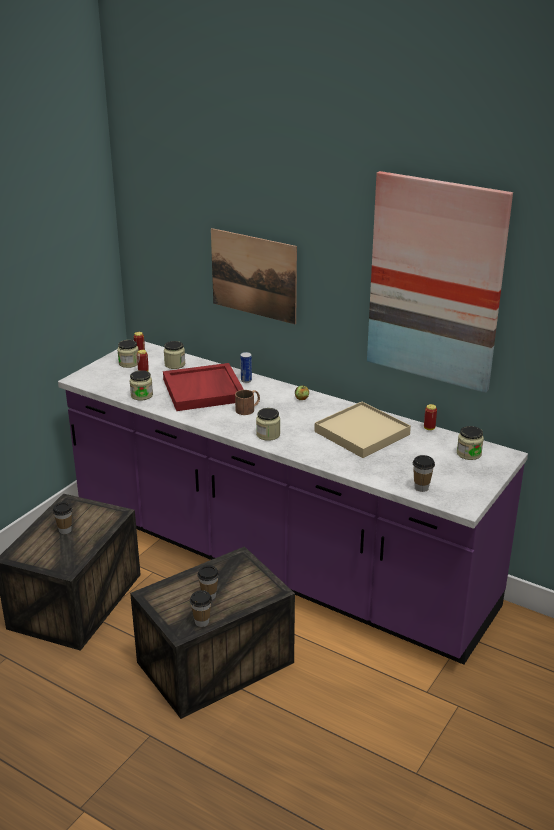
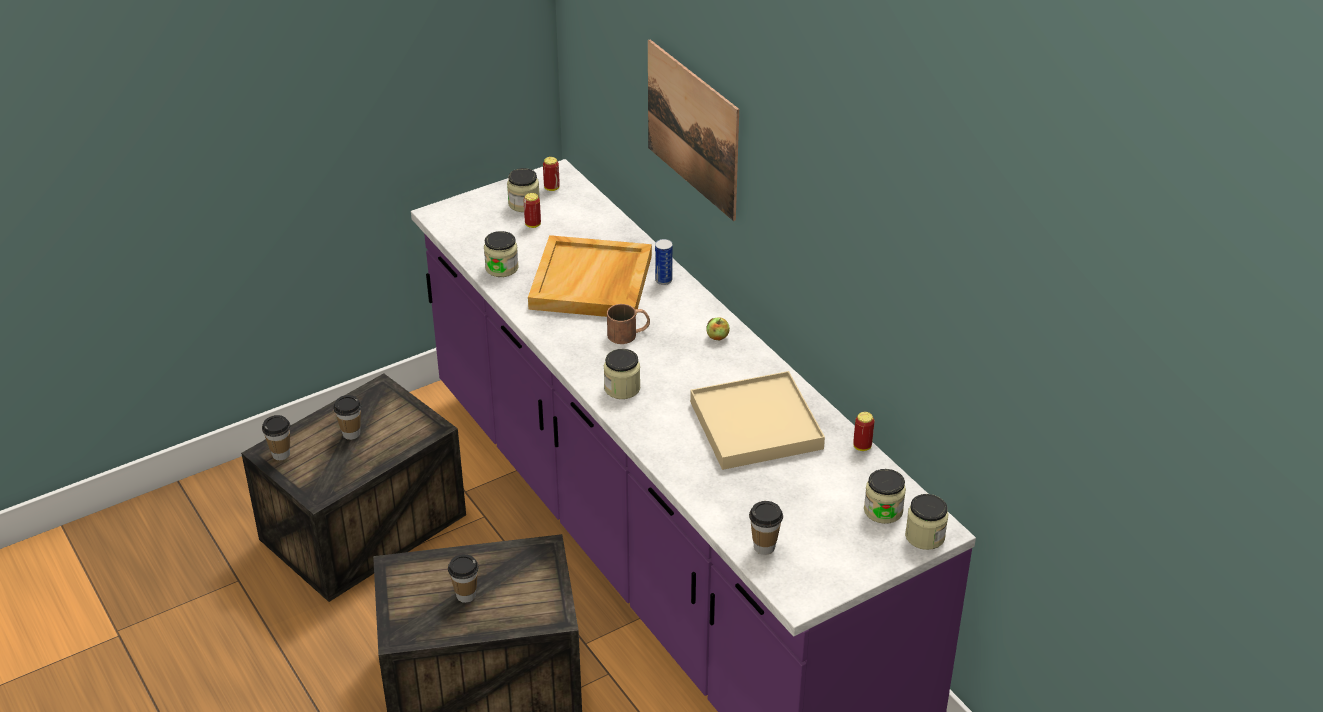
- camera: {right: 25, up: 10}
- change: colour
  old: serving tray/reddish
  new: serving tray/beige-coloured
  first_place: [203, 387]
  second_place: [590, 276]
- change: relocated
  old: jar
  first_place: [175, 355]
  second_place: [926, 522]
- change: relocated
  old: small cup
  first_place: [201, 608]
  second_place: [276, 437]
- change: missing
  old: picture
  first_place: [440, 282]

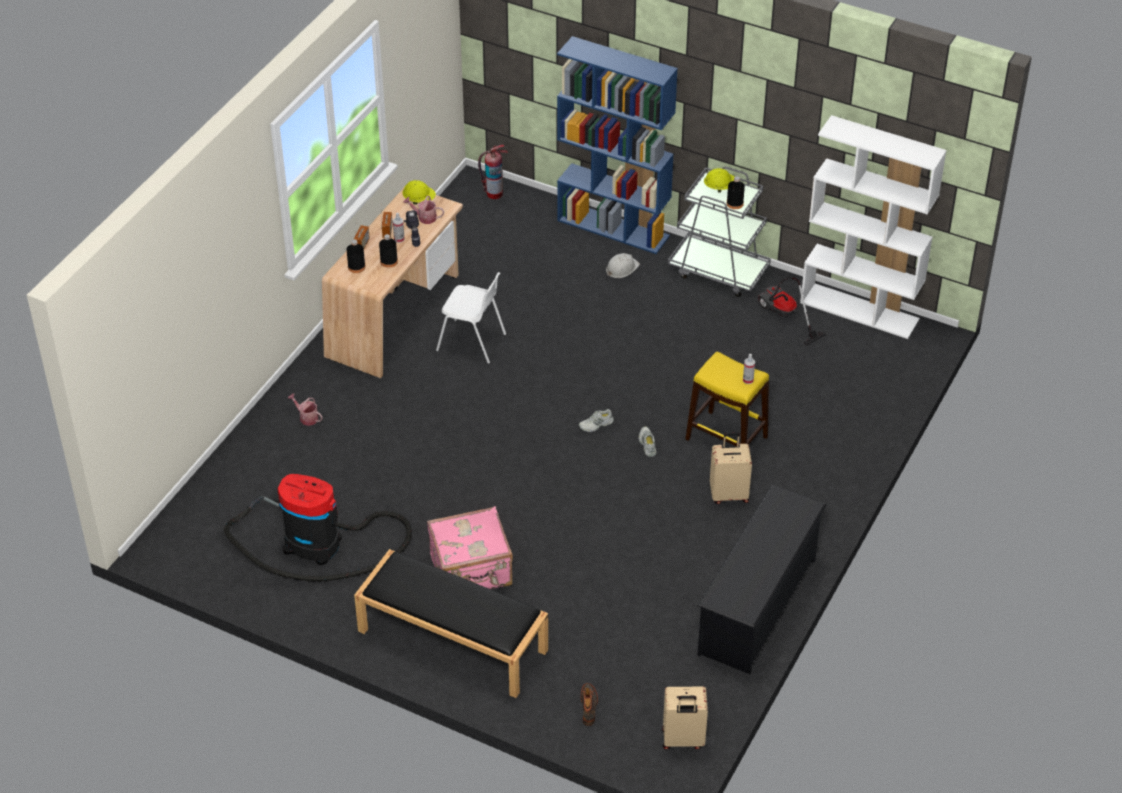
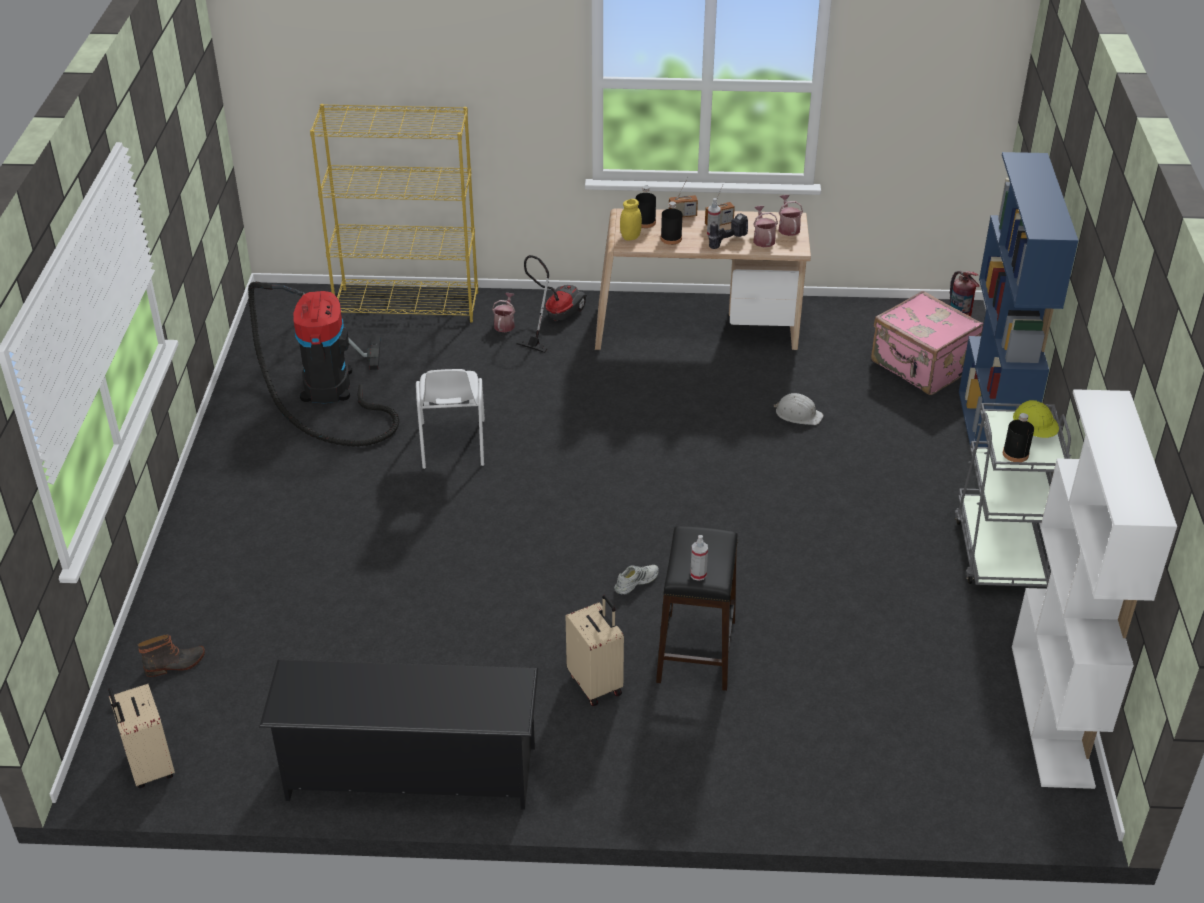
- camera: {right: 65, up: -5}
- change: missing
  old: long seat/black-coloured
  first_place: [451, 623]
- change: exchanged
  old: hard hat/yellow-coloured
  new: watering pot
  first_place: [419, 192]
  second_place: [790, 215]
- change: relocated
  old: travel case/pink-coloured
  first_place: [470, 547]
  second_place: [927, 343]
- change: relocated
  old: upright chair/white-coloured
  first_place: [471, 318]
  second_place: [450, 419]
- change: missing
  old: item of footwear/white-coloured
  first_place: [596, 420]
- change: relocated
  old: hard hat/white-coloured
  first_place: [623, 265]
  second_place: [799, 409]
- change: colour
  old: stool/yellow-coloured
  new: stool/black-coloured
  first_place: [727, 399]
  second_place: [697, 608]
- change: relocated
  old: hoover
  first_place: [792, 311]
  second_place: [552, 304]
- change: appeared
  new: bookcase/yellow-coloured
  second_place: [394, 213]
- change: appeared
  new: jar/yellow-coloured
  second_place: [631, 220]

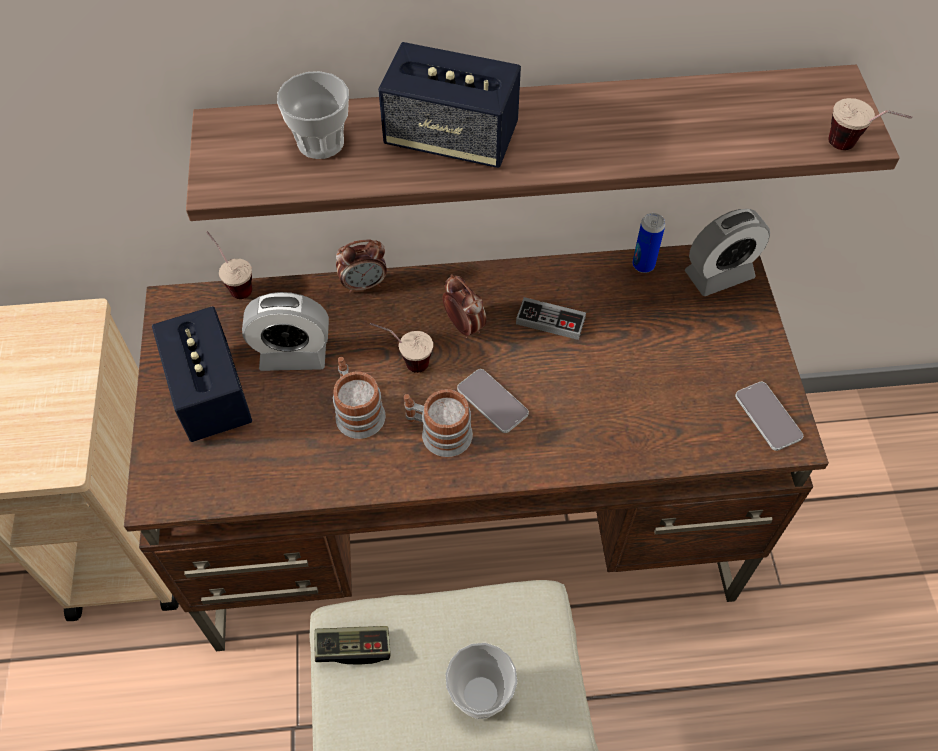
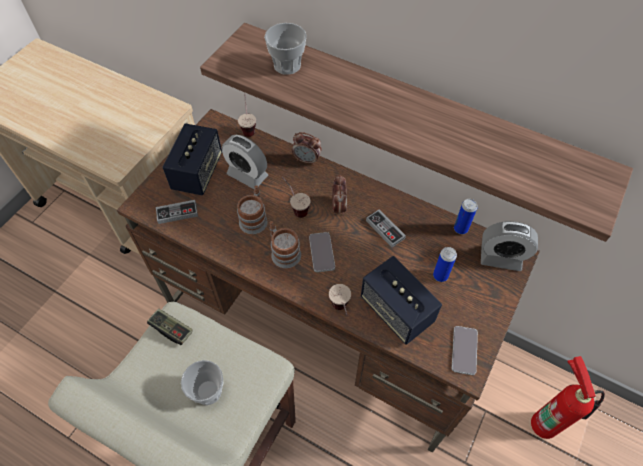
- camera: {right: 35, up: 0}
- change: relocated
  old: loudspeaker
  first_place: [449, 105]
  second_place: [401, 300]
- change: relocated
  old: small cup
  first_place: [870, 124]
  second_place: [340, 299]
- change: appeared
  new: joypad
  second_place: [177, 212]
- change: appeared
  new: can
  second_place: [445, 264]
- change: appeared
  new: extinguisher
  second_place: [568, 397]

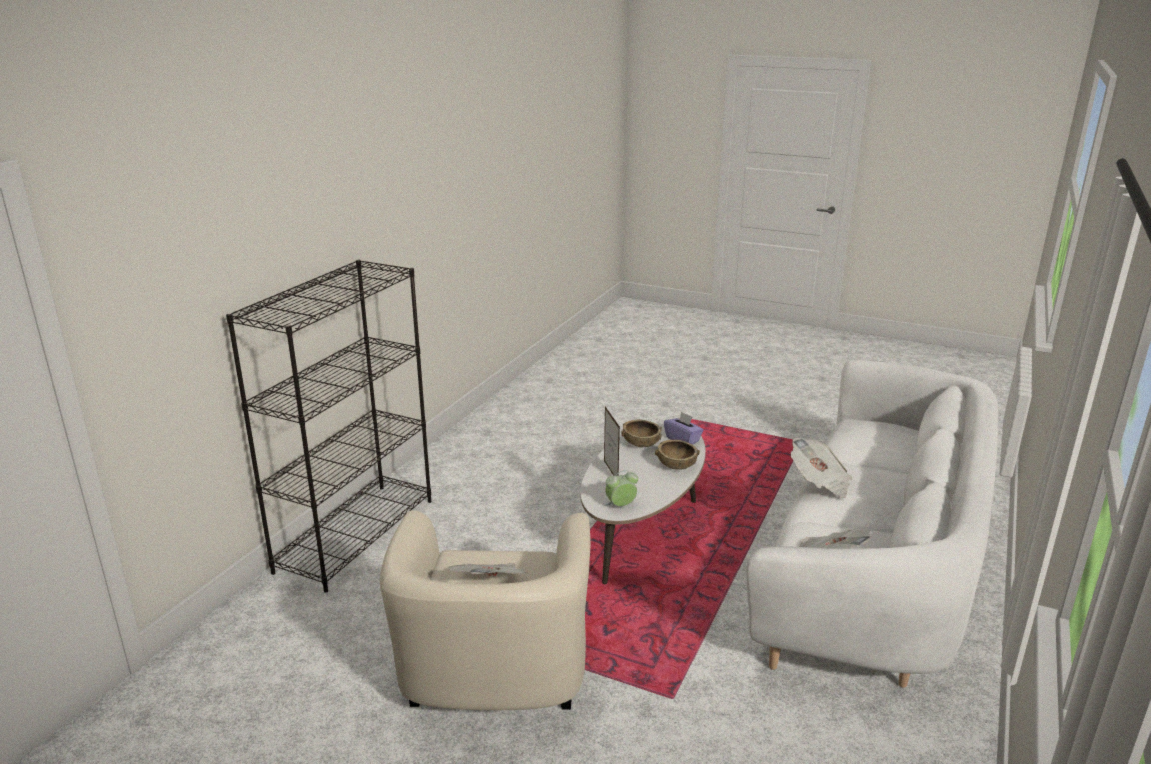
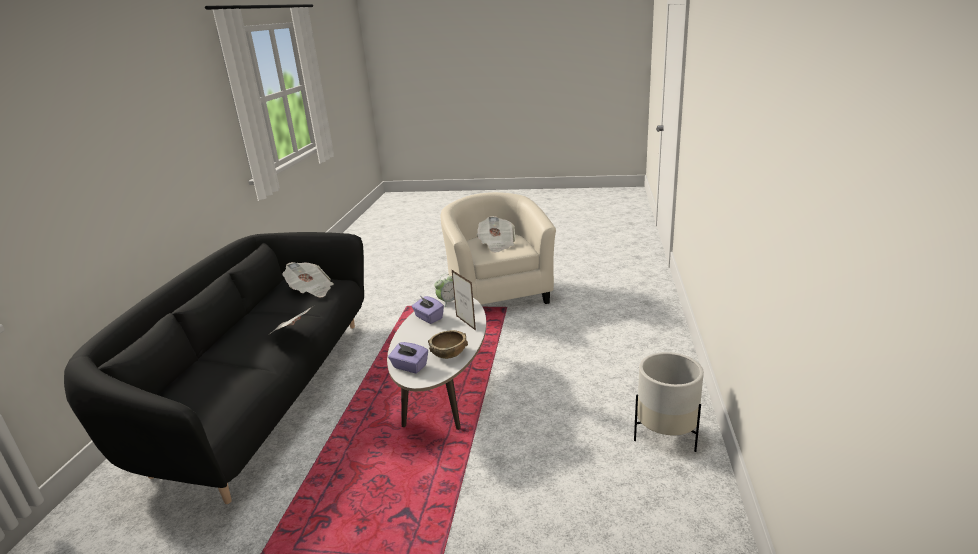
- camera: {right: 165, up: 0}
- change: missing
  old: bookcase/black-coloured
  first_place: [328, 426]
- change: missing
  old: bowl/brown
  first_place: [677, 455]
- change: colour
  old: couch/white-coloured
  new: couch/black-coloured
  first_place: [872, 524]
  second_place: [214, 368]
- change: appeared
  new: tissue box/purplish
  second_place: [428, 310]
- change: appeared
  new: planter/white-coloured
  second_place: [669, 402]

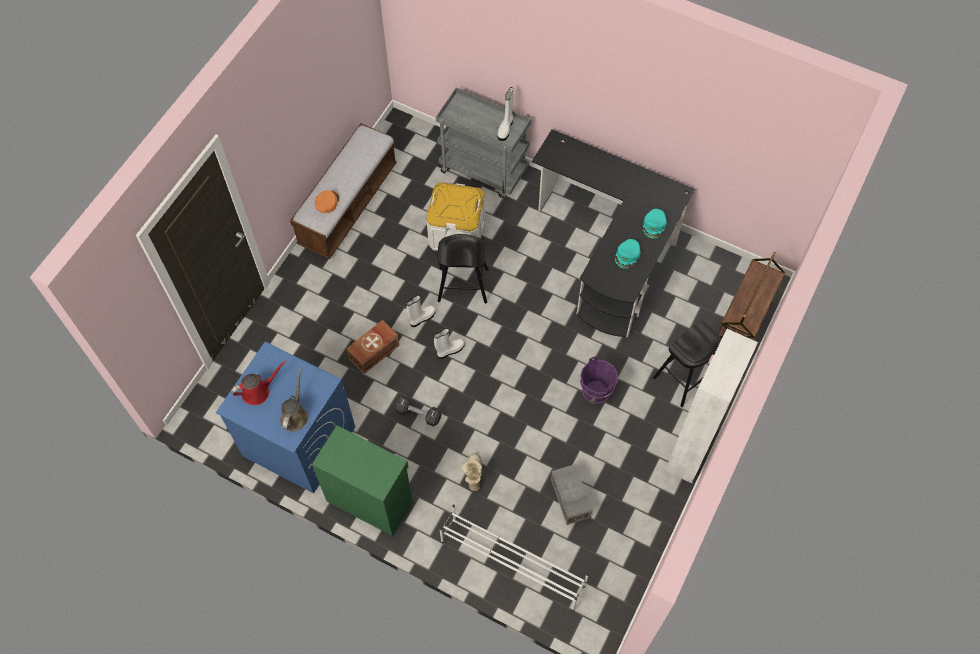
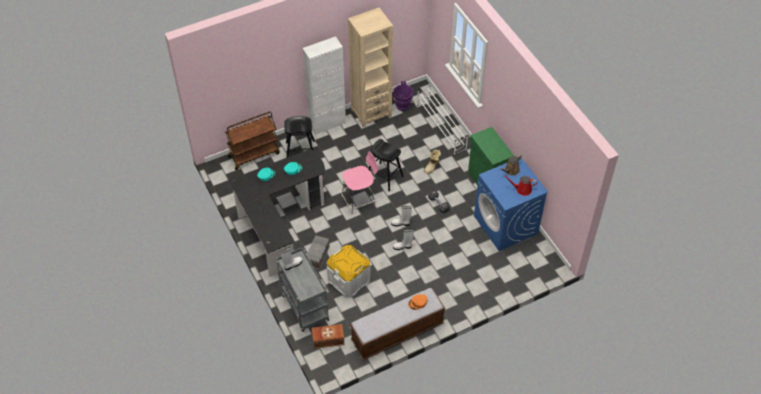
- camera: {right: -145, up: -10}
- change: relocated
  old: storage box/brown
  first_place: [373, 347]
  second_place: [328, 336]
- change: relocated
  old: stool/black-coloured
  first_place: [463, 269]
  second_place: [386, 165]
- change: relocated
  old: storage box/gray
  first_place: [571, 494]
  second_place: [318, 252]
- change: relocated
  old: bucket/purplish
  first_place: [599, 380]
  second_place: [403, 96]
- change: appeared
  new: stool/pink-coloured
  second_place: [359, 183]
- change: appeared
  new: bookcase/beige-coloured
  second_place: [370, 67]

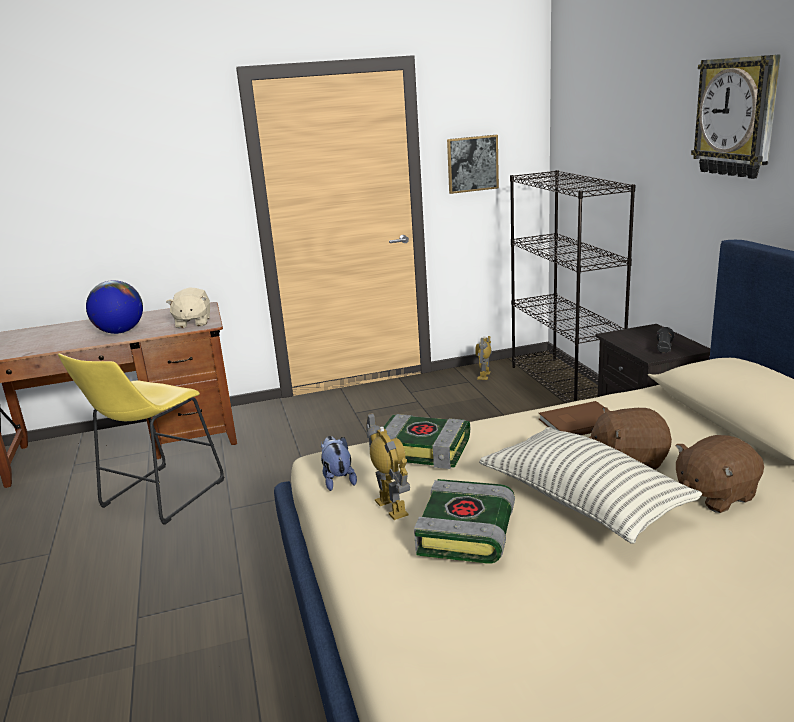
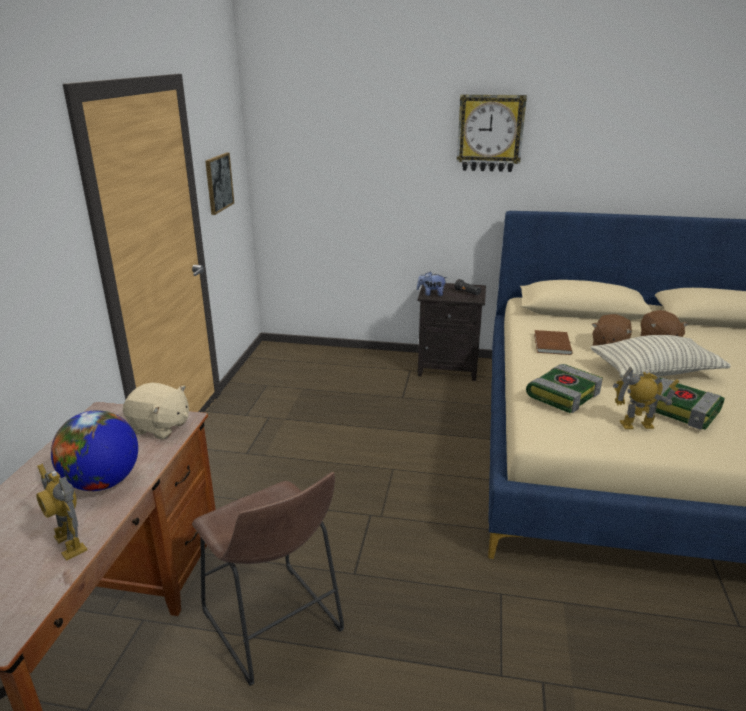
- camera: {right: -65, up: 5}
- change: colour
  old: stool/yellow-coloured
  new: stool/brown
  first_place: [141, 439]
  second_place: [268, 579]
- change: relocated
  old: plush toy
  first_place: [339, 463]
  second_place: [432, 284]
- change: relocated
  old: toy robot
  first_place: [483, 358]
  second_place: [61, 512]
- change: missing
  old: bookcase/black-coloured
  first_place: [573, 286]

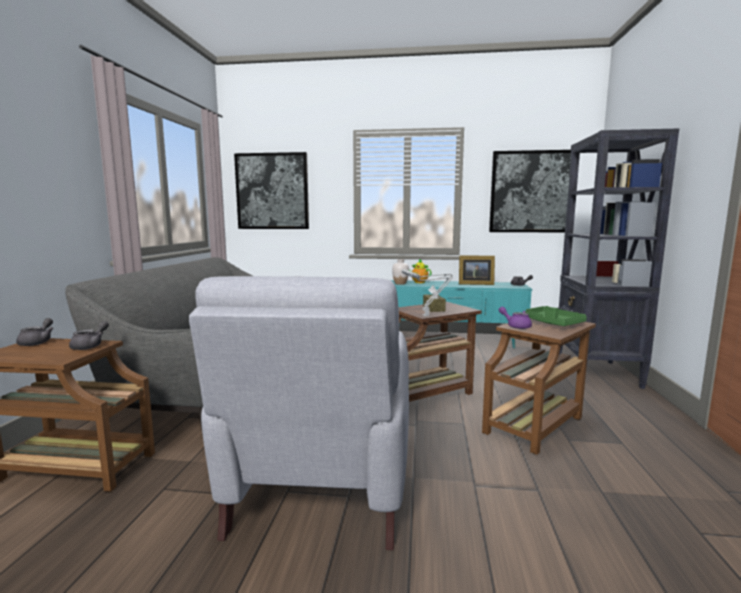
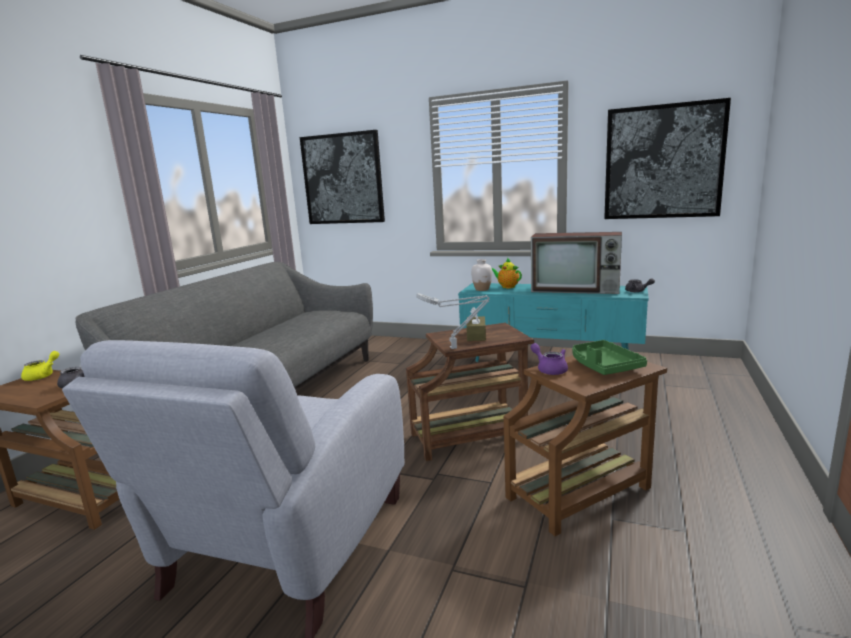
- camera: {right: 15, up: 5}
- change: colour
  old: teapot/gray
  new: teapot/yellow-coloured
  first_place: [35, 332]
  second_place: [40, 366]
- change: exchanged
  old: picture frame
  new: television
  first_place: [477, 270]
  second_place: [576, 263]
- change: missing
  old: bookcase/black-coloured
  first_place: [618, 258]

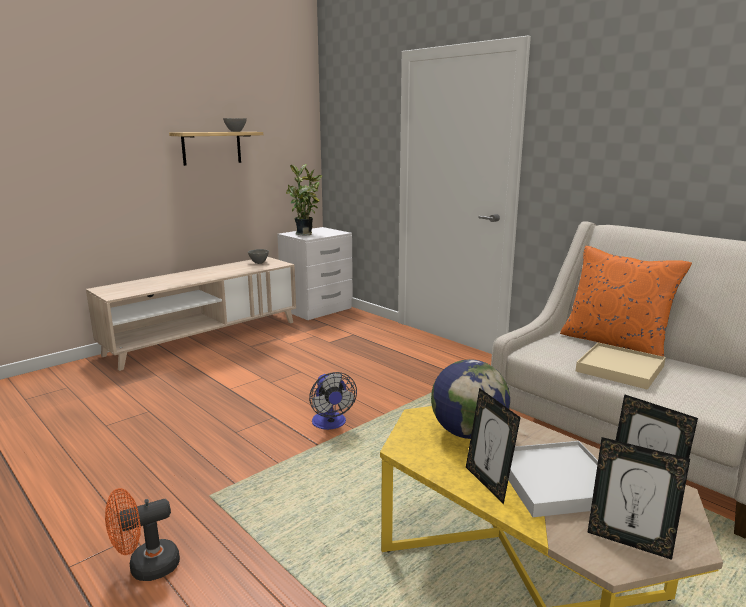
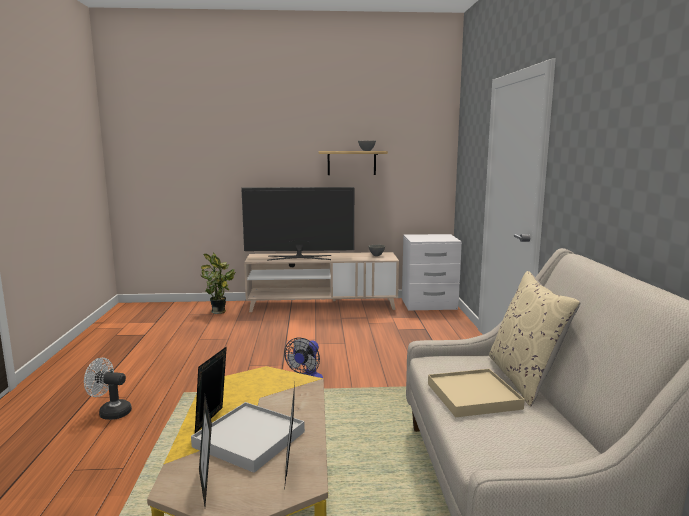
- camera: {right: 40, up: -5}
- change: colour
  old: fan/orangey
  new: fan/white-coloured
  first_place: [142, 534]
  second_place: [108, 389]
- change: relocated
  old: plant in a pot
  first_place: [304, 199]
  second_place: [217, 283]
- change: missing
  old: world globe
  first_place: [470, 399]
- change: colour
  old: cushion/orangey
  new: cushion/beige-coloured
  first_place: [626, 301]
  second_place: [534, 338]
- change: appeared
  new: television
  second_place: [297, 224]

